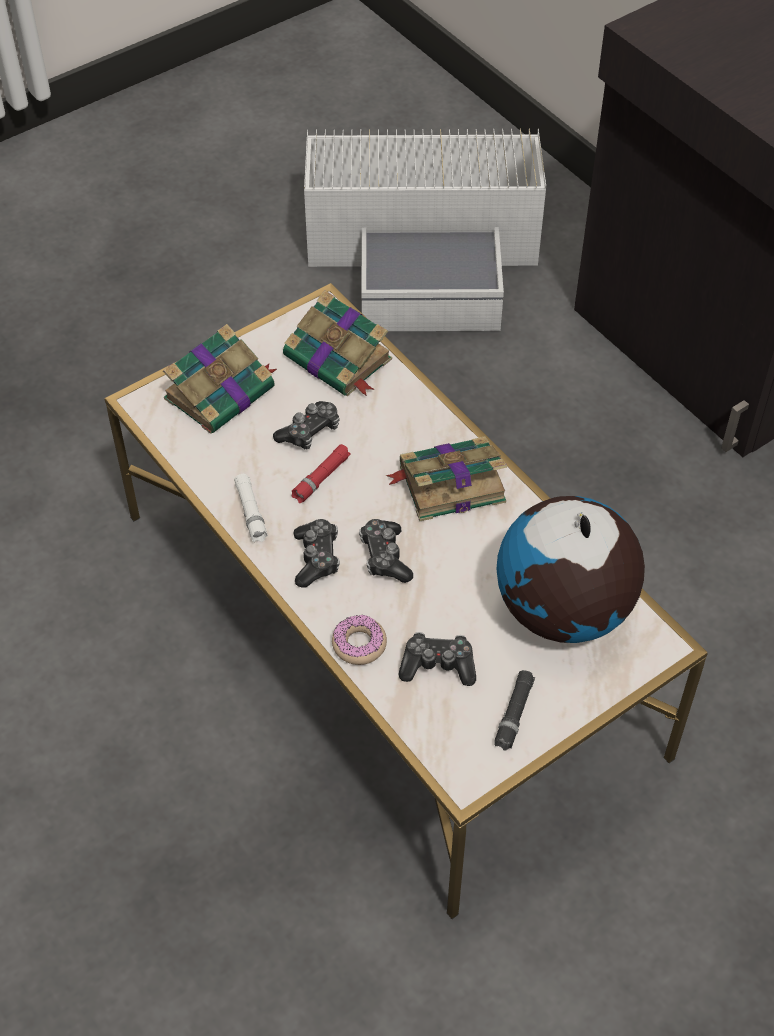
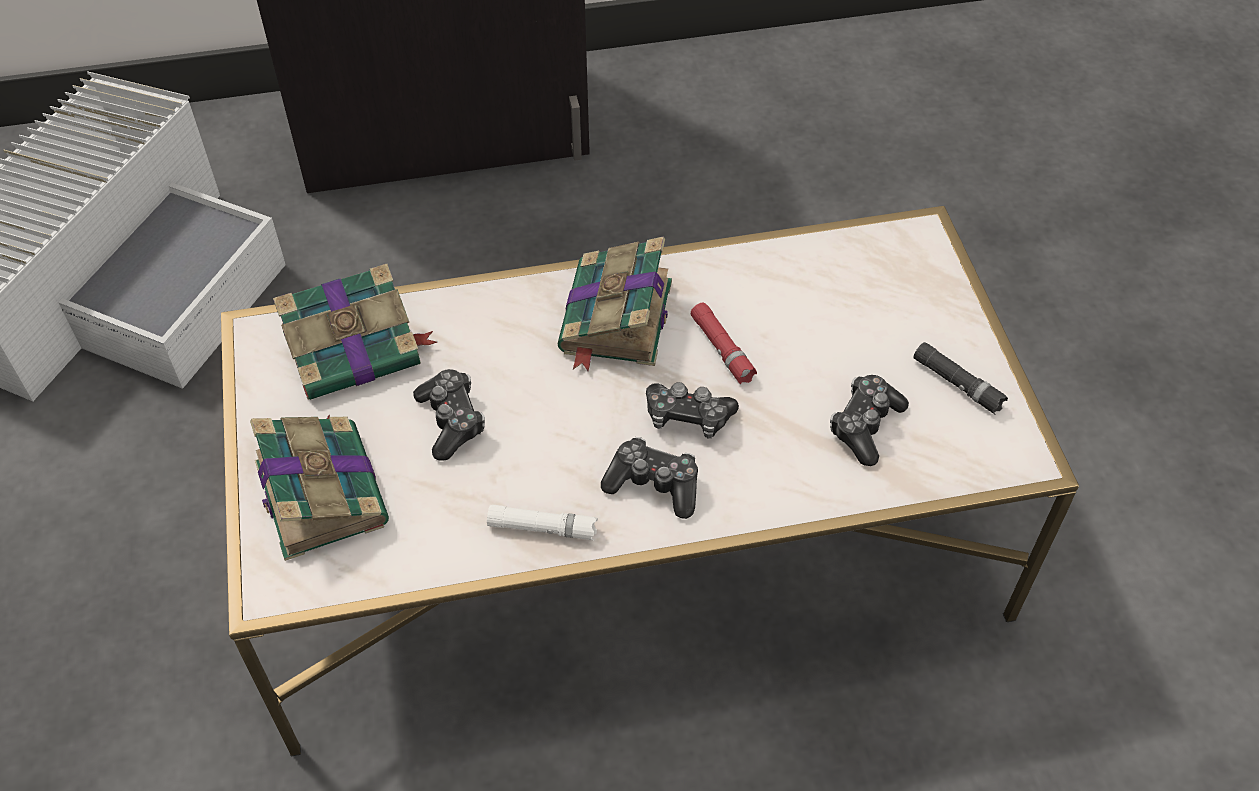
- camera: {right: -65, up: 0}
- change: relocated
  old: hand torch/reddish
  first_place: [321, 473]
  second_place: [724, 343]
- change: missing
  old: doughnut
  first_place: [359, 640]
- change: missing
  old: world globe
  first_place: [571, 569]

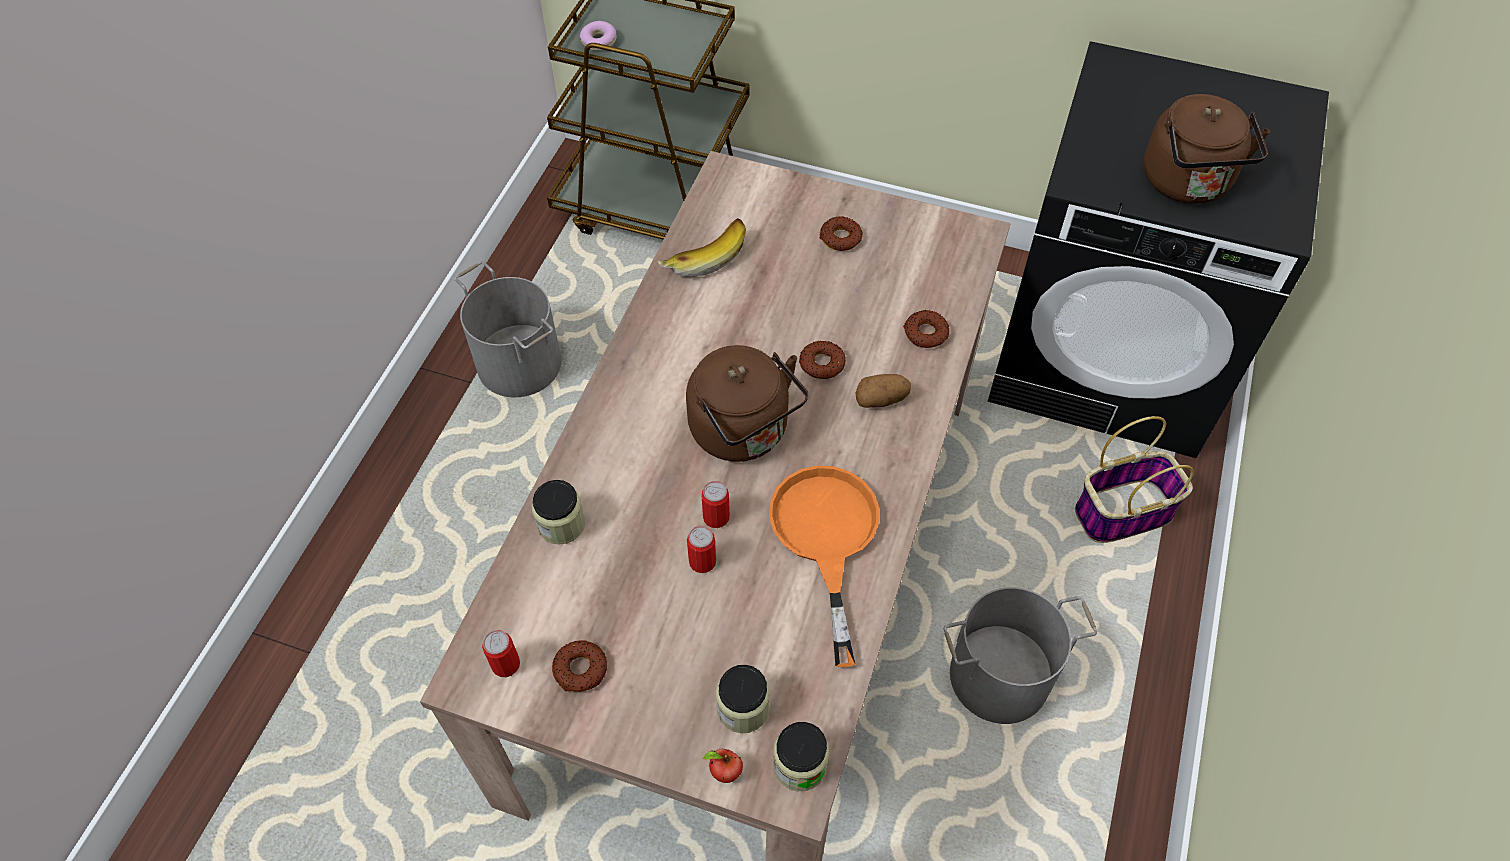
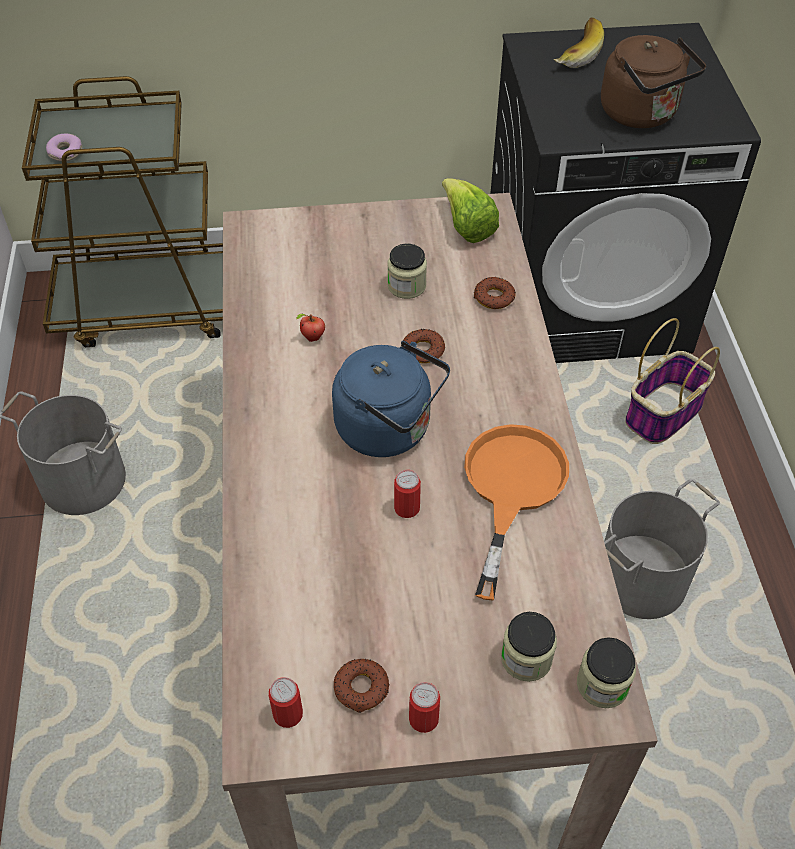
- camera: {right: -25, up: -5}
- change: relocated
  old: jar
  first_place: [558, 512]
  second_place: [407, 271]
- change: relocated
  old: banana fruit
  first_place: [701, 247]
  second_place: [579, 42]
- change: colour
  old: tea kettle/brown
  new: tea kettle/blue-coloured
  first_place: [747, 403]
  second_place: [391, 399]
- change: relocated
  old: can
  first_place: [701, 549]
  second_place: [424, 707]
- change: relocated
  old: apple
  first_place: [723, 766]
  second_place: [310, 327]
- change: spun
  old: skillet/orangey
  first_place: [824, 566]
  second_place: [516, 512]
  degrees: 45
- change: missing
  old: doughnut
  first_place: [841, 233]
- change: missing
  old: whole potato
  first_place: [883, 391]
- change: appeared
  new: lettuce head
  second_place: [470, 210]

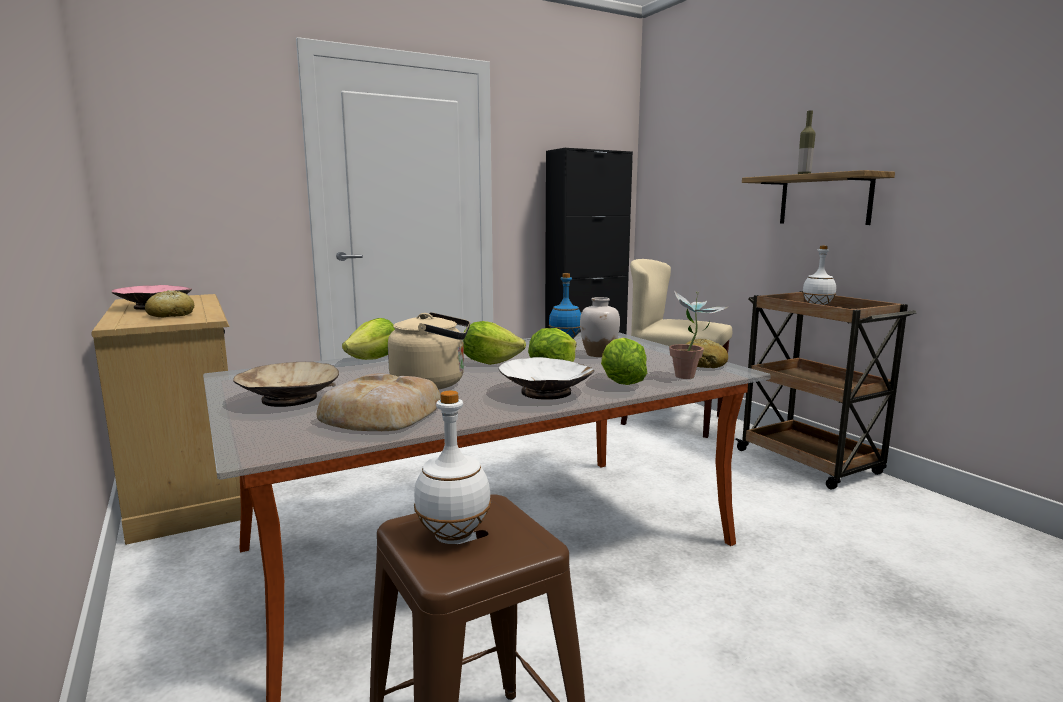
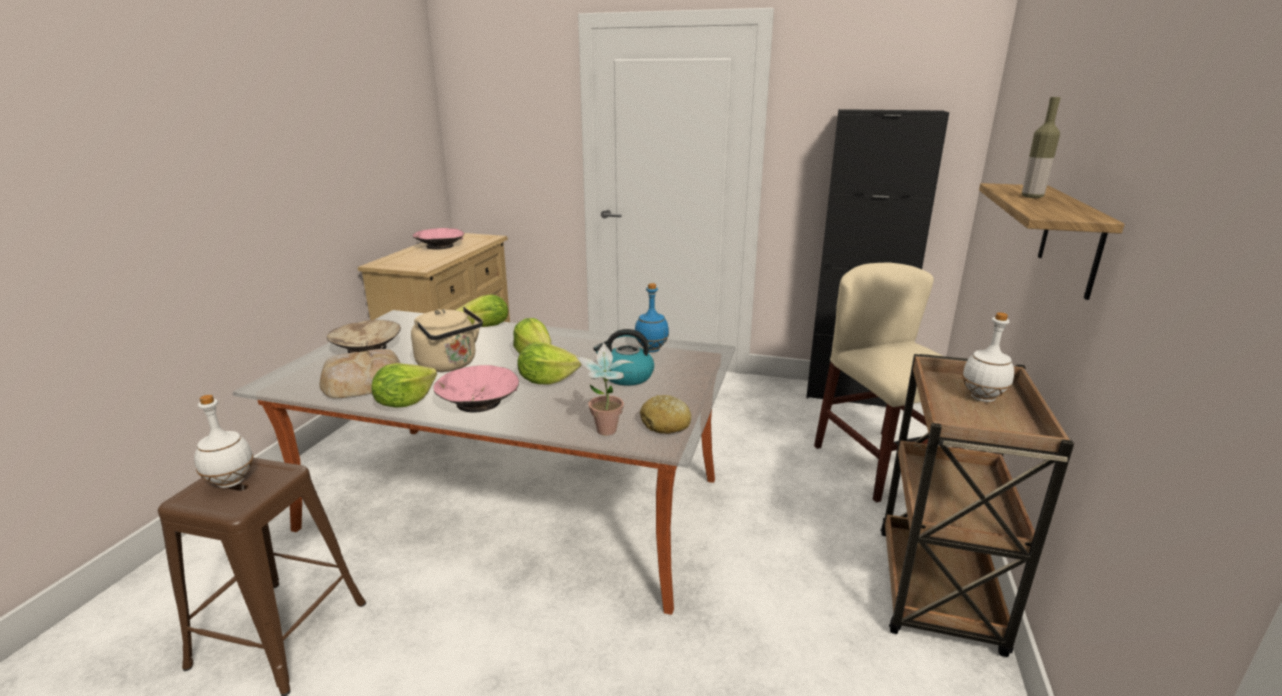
- camera: {right: 45, up: 10}
- change: missing
  old: baked bread
  first_place: [169, 303]
- change: colour
  old: bowl/white-coloured
  new: bowl/pink-coloured
  first_place: [546, 378]
  second_place: [476, 388]
- change: exchanged
  old: flower vase/white-coloured
  new: tea kettle
  first_place: [600, 327]
  second_place: [623, 357]
- change: relocated
  old: lettuce head
  first_place: [624, 361]
  second_place: [404, 385]

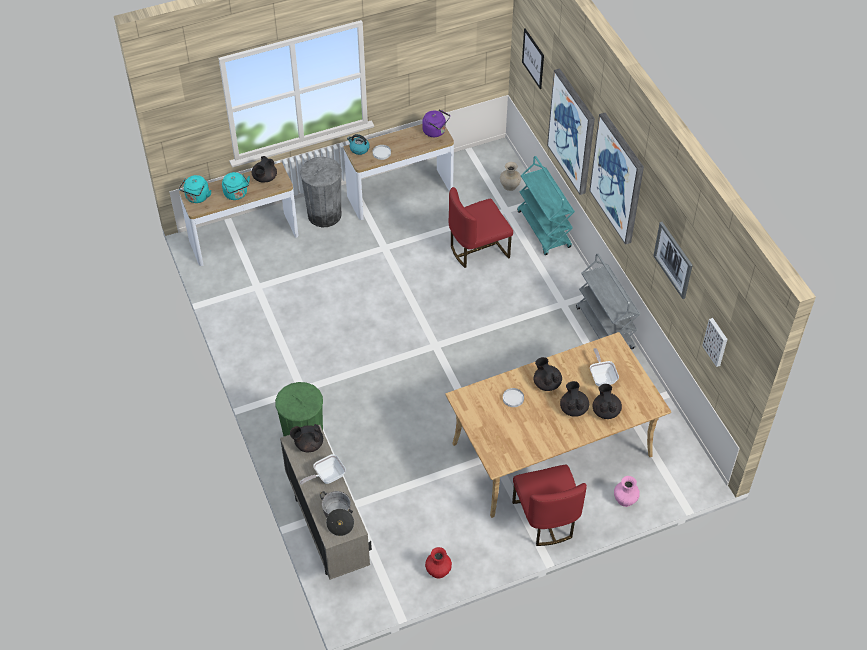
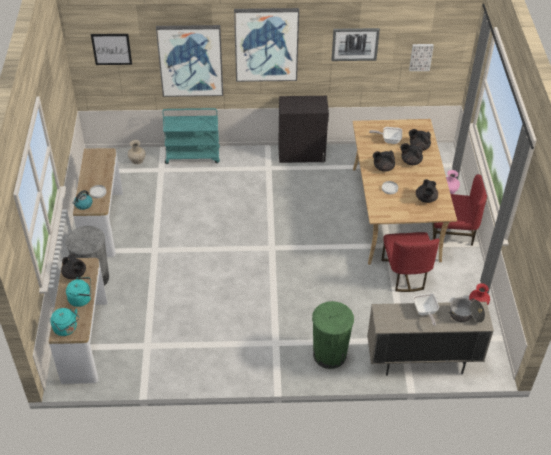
- camera: {right: -70, up: -5}
- change: relocated
  old: teapot/black-coloured
  first_place: [306, 438]
  second_place: [427, 191]
- change: missing
  old: tea kettle/purplish
  first_place: [436, 123]
- change: relocated
  old: upright chair/reddish
  first_place: [480, 227]
  second_place: [410, 262]
- change: exchanged
  old: cart/gray
  new: storage cabinet/black-coloured
  first_place: [608, 301]
  second_place: [303, 129]

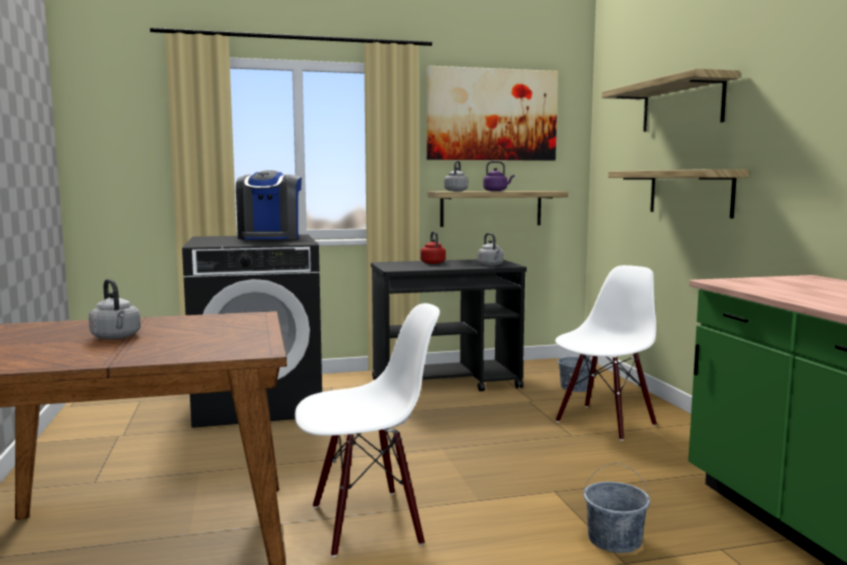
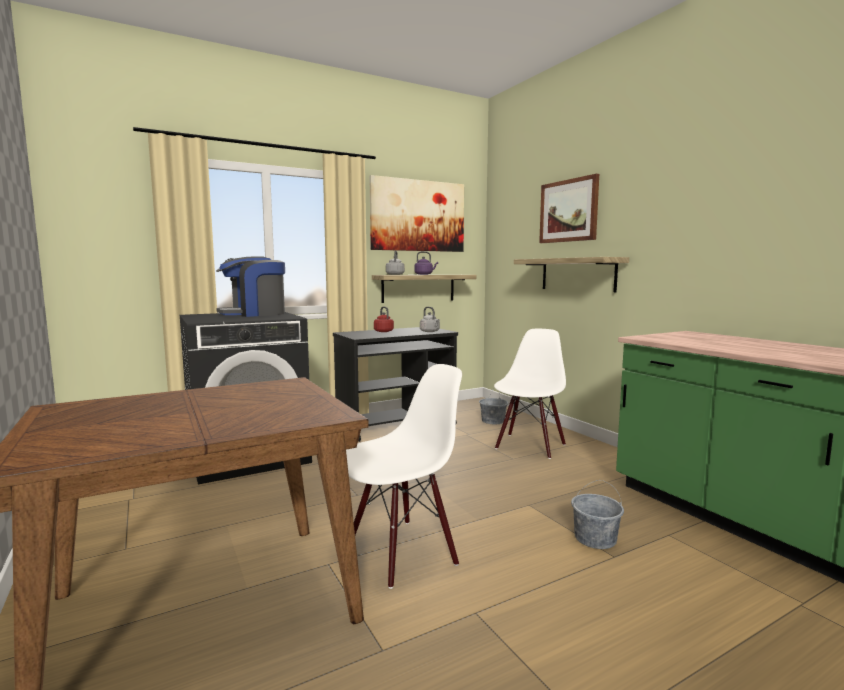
- camera: {right: -15, up: 0}
- change: missing
  old: tea kettle/gray
  first_place: [115, 309]
- change: spun
  old: coffee maker
  first_place: [269, 205]
  second_place: [250, 286]
  degrees: 75
- change: exchanged
  old: wall shelf
  new: picture
  first_place: [670, 100]
  second_place: [569, 208]

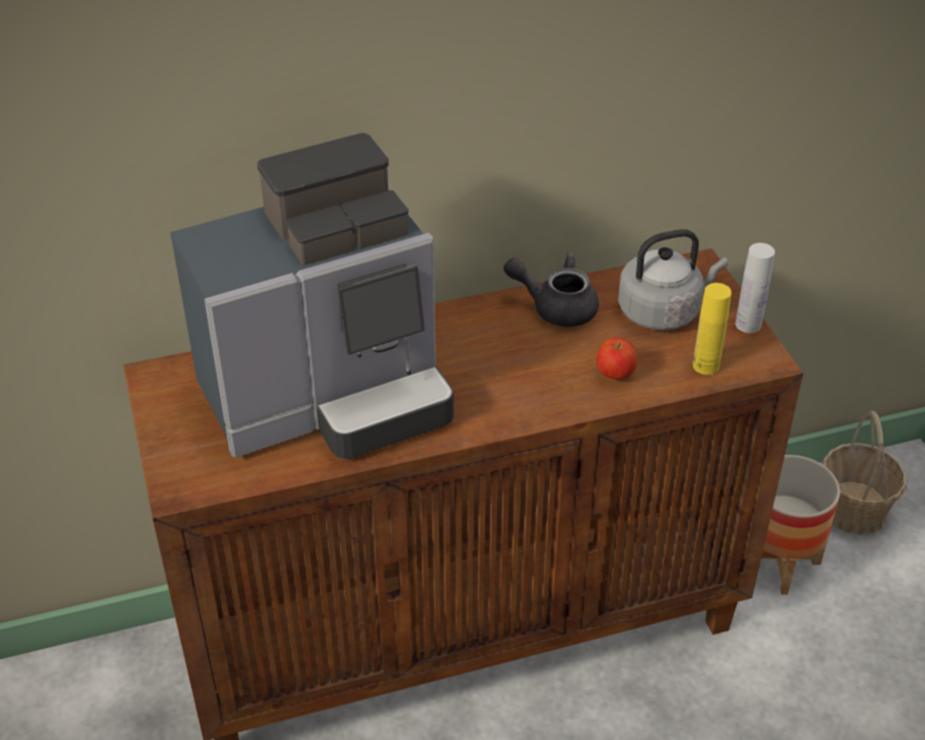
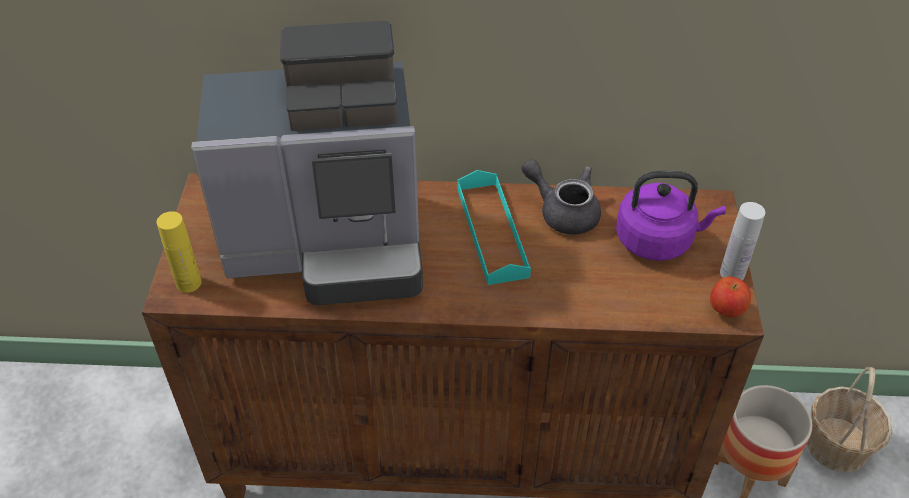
- camera: {right: 20, up: 5}
- change: relocated
  old: apple
  first_place: [617, 359]
  second_place: [730, 296]
- change: colour
  old: tea kettle/gray
  new: tea kettle/purplish
  first_place: [673, 279]
  second_place: [671, 216]
- change: relocated
  old: bottle/yellow-coloured
  first_place: [712, 329]
  second_place: [179, 252]
- change: appeared
  new: serving tray/blue-green
  second_place: [494, 227]

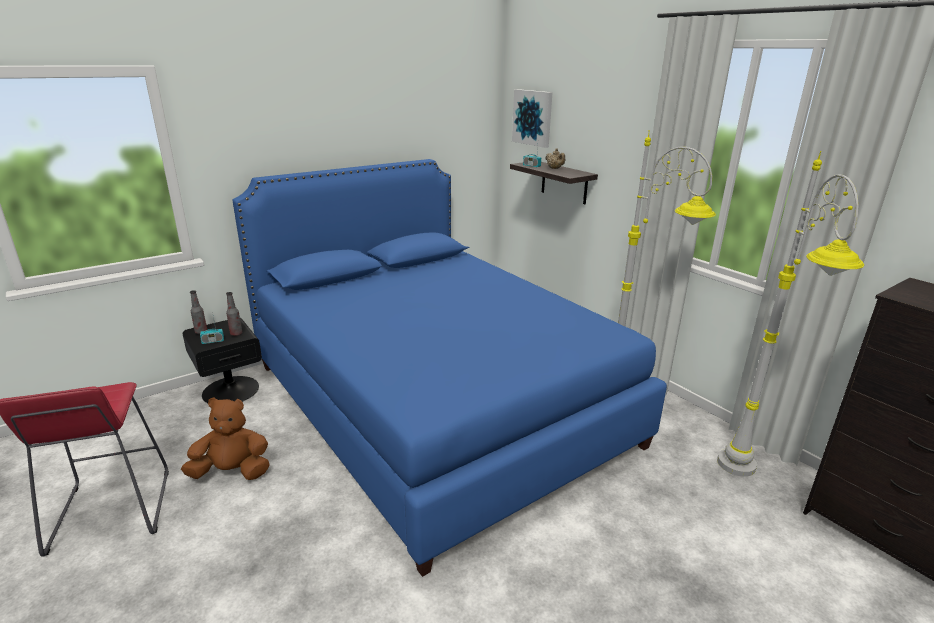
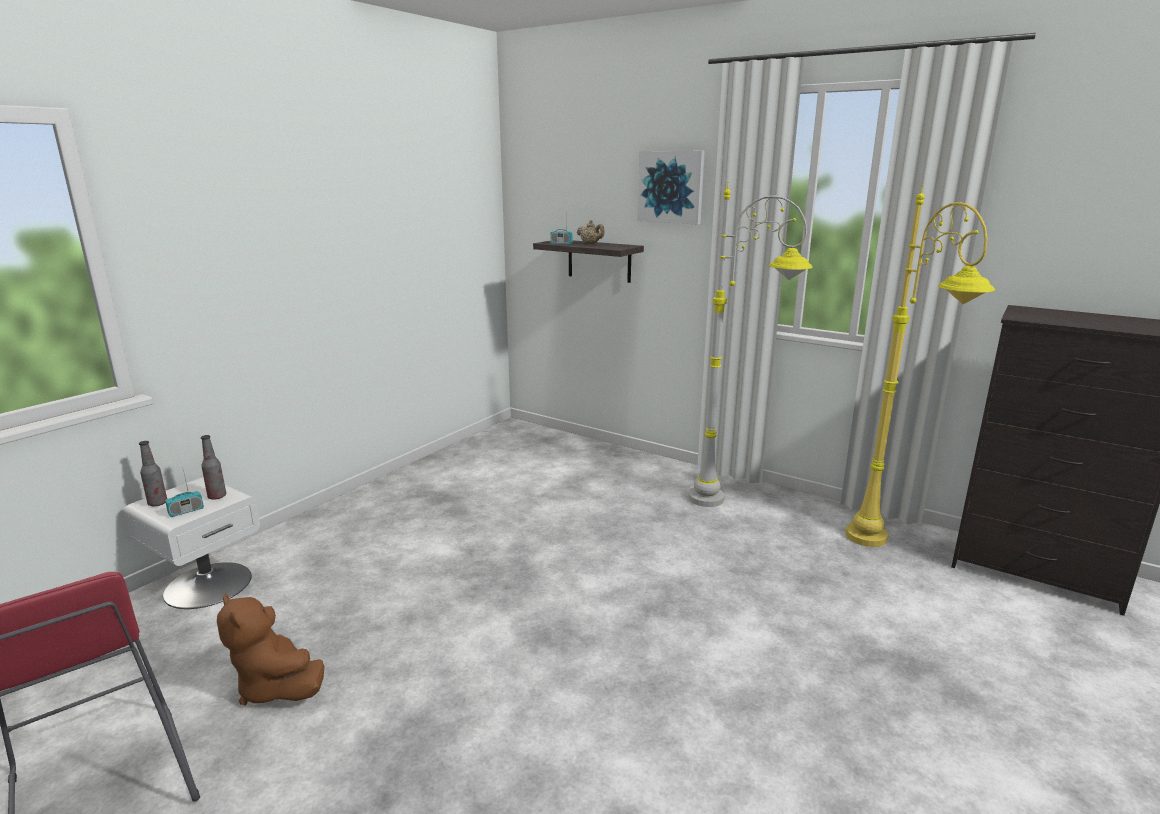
- camera: {right: -20, up: -5}
- change: spun
  old: plush toy/brown
  first_place: [225, 438]
  second_place: [270, 649]
  degrees: -105
- change: colour
  old: nightstand/black-coloured
  new: nightstand/white-coloured
  first_place: [222, 360]
  second_place: [191, 543]
- change: missing
  old: bedroom bed/blue-coloured
  first_place: [450, 368]
- change: relocated
  old: picture
  first_place: [532, 118]
  second_place: [671, 187]
- change: colour
  old: floor lamp/gray
  new: floor lamp/yellow-coloured
  first_place: [790, 314]
  second_place: [920, 366]

